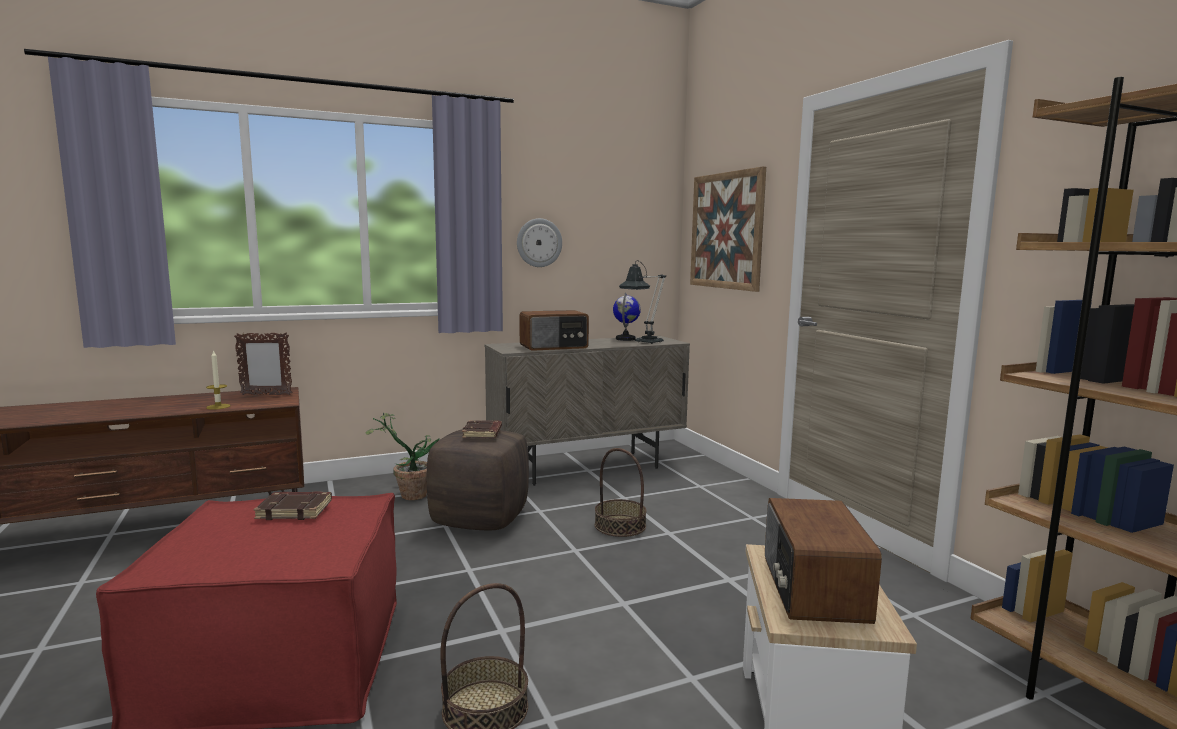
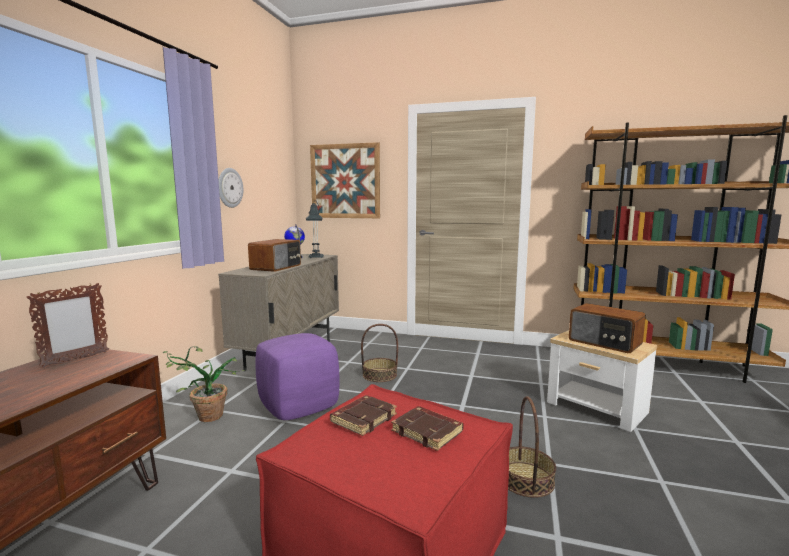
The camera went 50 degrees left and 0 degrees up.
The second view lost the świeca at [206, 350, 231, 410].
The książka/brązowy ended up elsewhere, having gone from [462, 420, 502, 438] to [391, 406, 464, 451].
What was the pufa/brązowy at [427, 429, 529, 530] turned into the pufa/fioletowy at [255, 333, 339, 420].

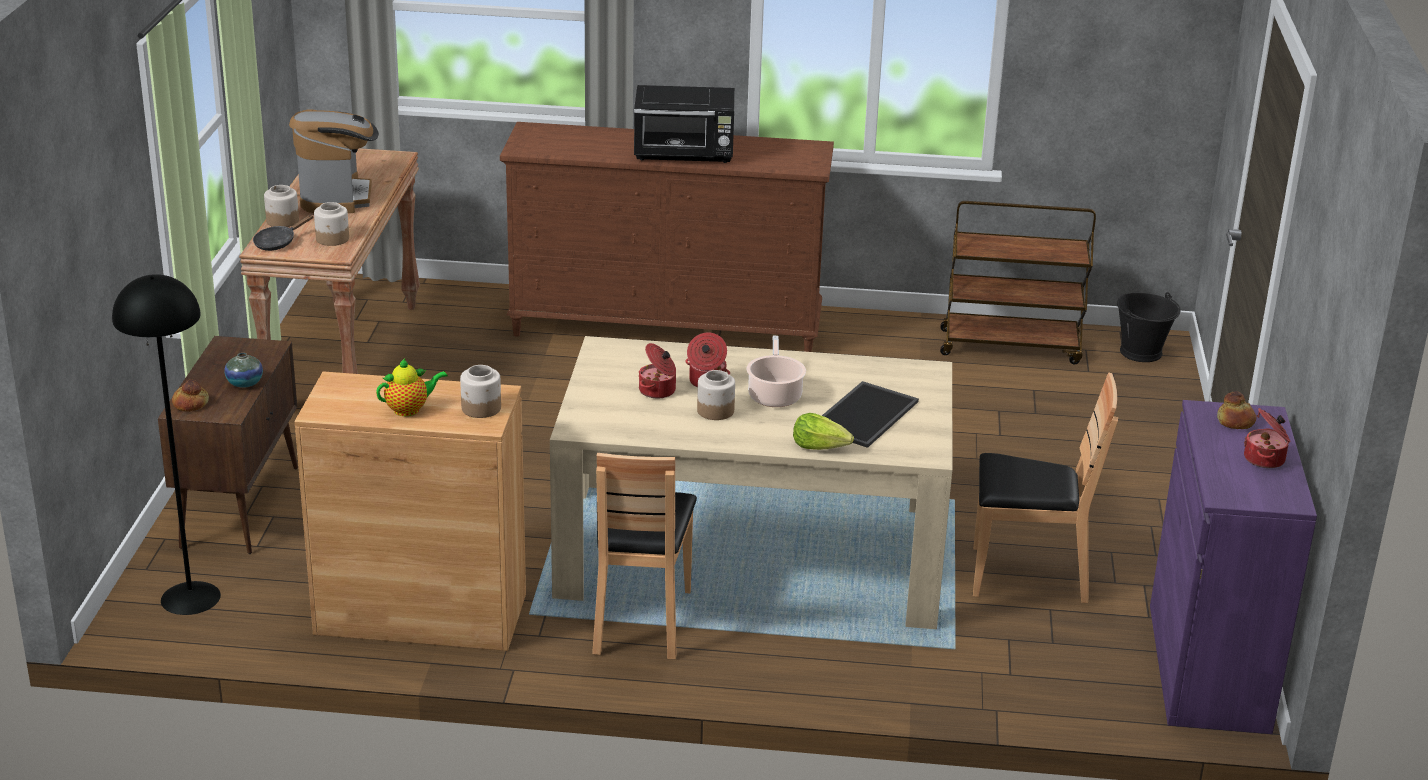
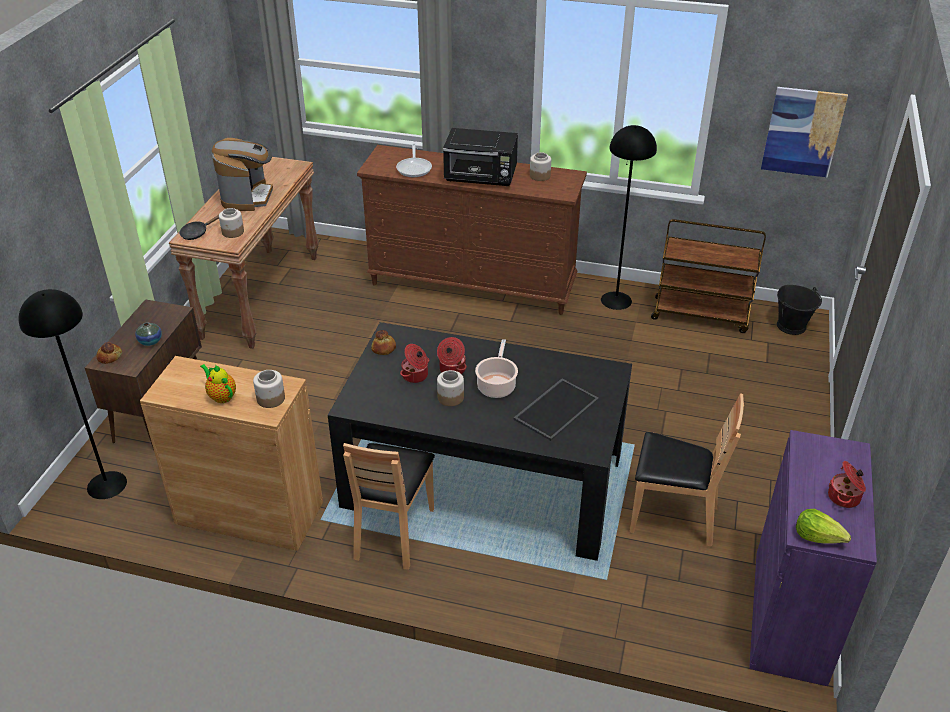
The camera went 10 degrees right and 10 degrees up.
The second view gained the patelnia at [396, 143, 432, 177].
The second view gained the lampa stojąca/czarny at [601, 125, 657, 310].
The second view gained the obraz at [761, 87, 848, 178].
The słoik ended up elsewhere, having gone from [264, 185, 299, 227] to [530, 152, 551, 181].
The sałata ended up elsewhere, having gone from [793, 413, 854, 450] to [796, 509, 851, 544].
The chleb ended up elsewhere, having gone from [1217, 391, 1256, 429] to [371, 330, 396, 355].
What was the stół jadalny/beżowy at [550, 336, 952, 629] turned into the stół jadalny/czarny at [328, 322, 632, 561].
The imbryk at [376, 358, 448, 416] ended up facing another way, 120 degrees counterclockwise from before.

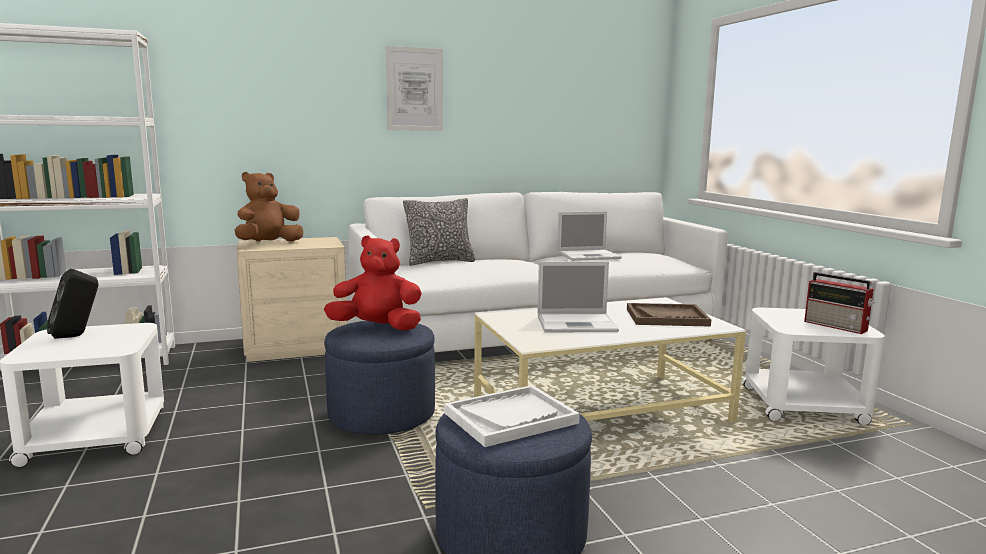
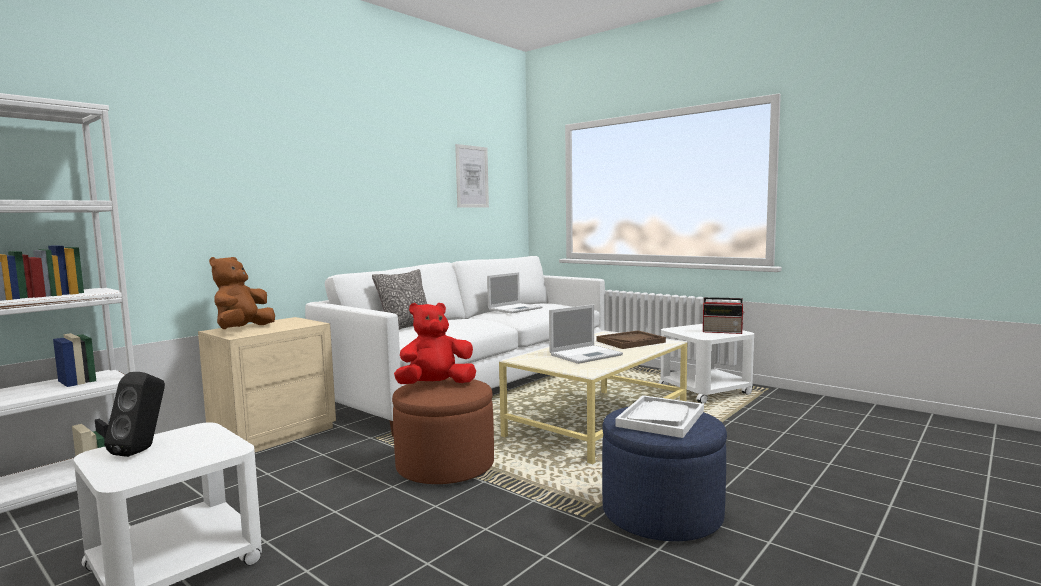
The camera went 30 degrees left and 5 degrees down.
The obraz ended up elsewhere, having gone from [386, 46, 443, 131] to [455, 144, 489, 208].
What was the pufa/niebieski at [324, 321, 435, 434] turned into the pufa/brązowy at [392, 377, 494, 484].

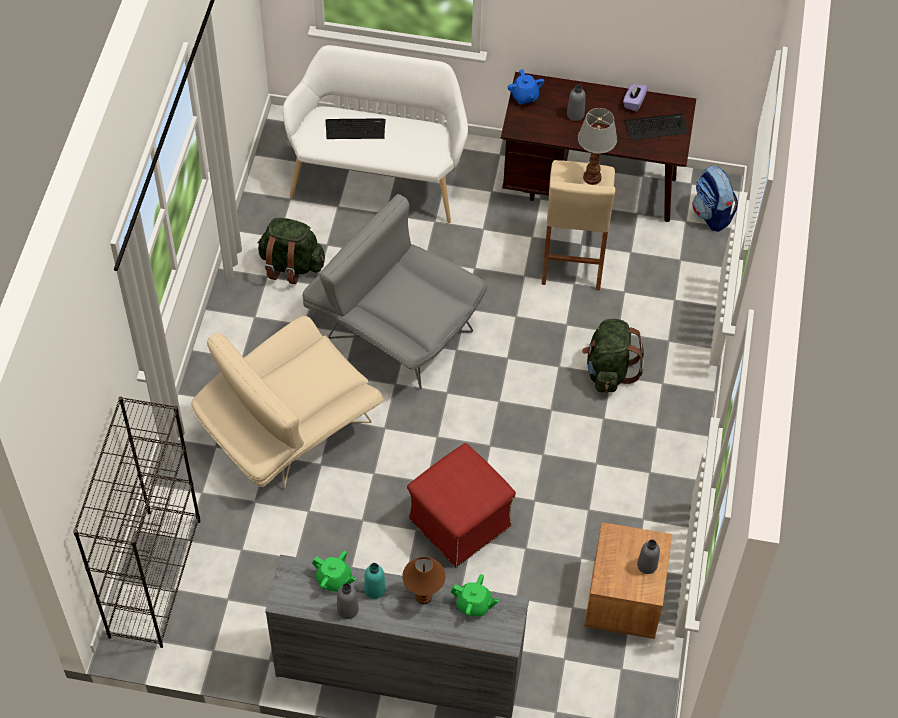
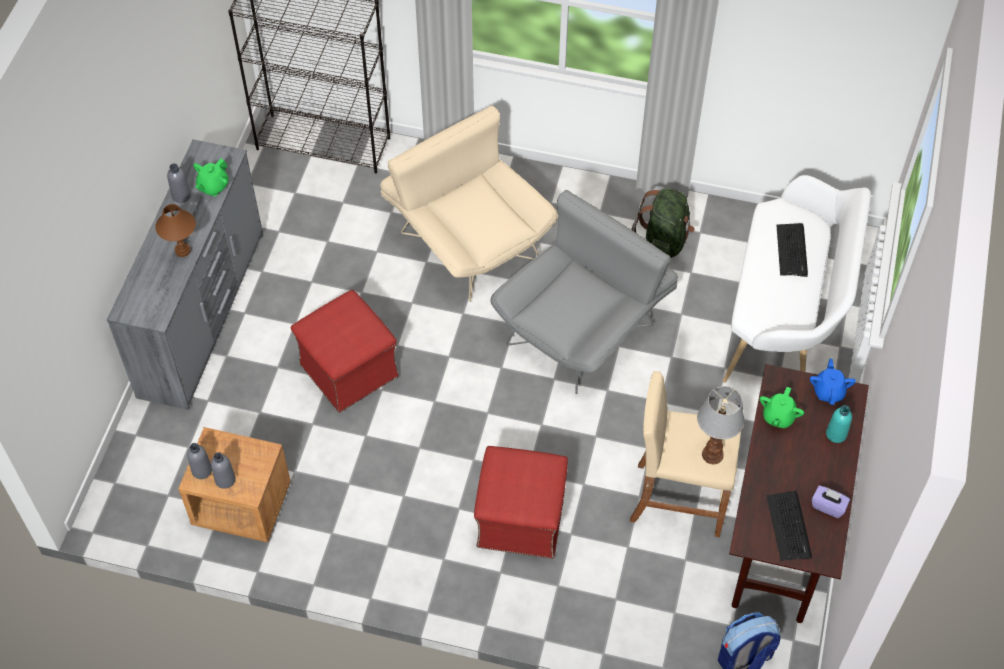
The camera went 95 degrees right and 0 degrees up.
The butelka/turkusowy ended up elsewhere, having gone from [364, 563, 386, 599] to [826, 405, 852, 443].
The imbryk/zielony ended up elsewhere, having gone from [451, 574, 499, 617] to [760, 387, 804, 428].
The butelka/szary ended up elsewhere, having gone from [567, 84, 586, 121] to [187, 443, 212, 479].
Where the plecak/zielony stood at [582, 319, 644, 393], the pufa/czerwony came to stand at [474, 446, 568, 558].
The imbryk/niebieski at [508, 69, 544, 104] ended up facing another way, 105 degrees clockwise from before.

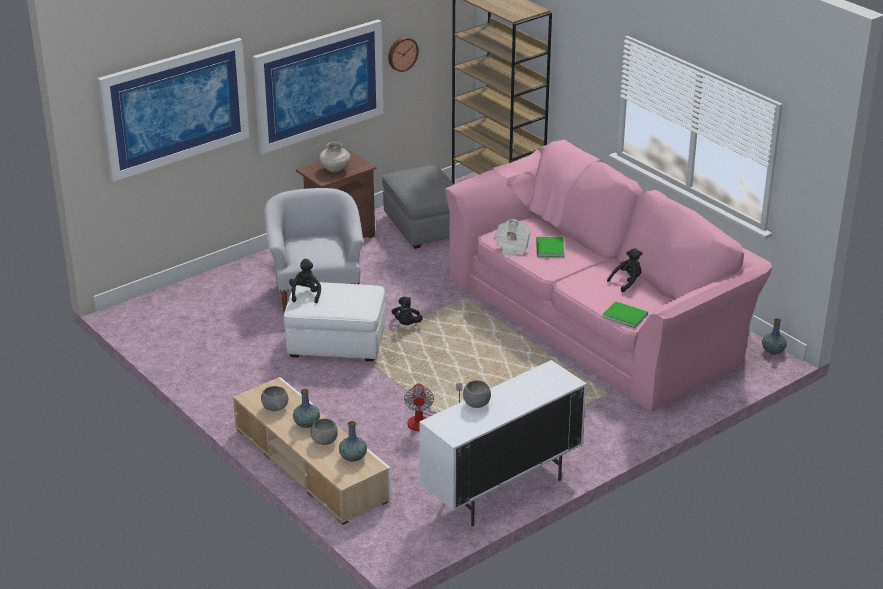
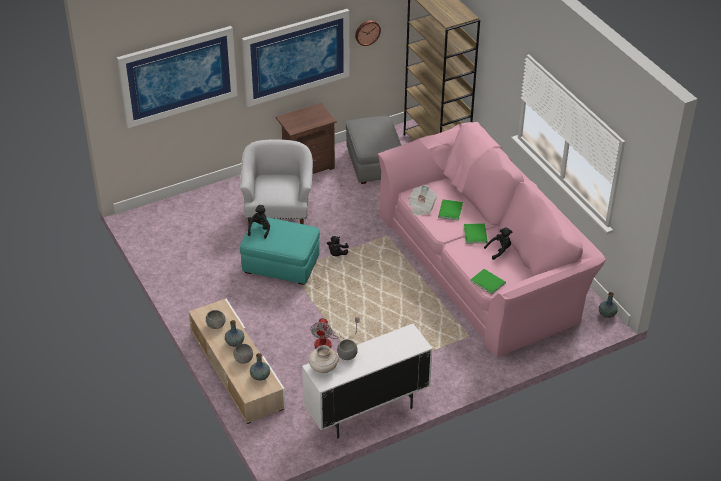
The camera went 10 degrees right and 10 degrees up.
The second view gained the książka/zielony at [464, 223, 488, 244].
The wazon/beżowy ended up elsewhere, having gone from [319, 141, 350, 172] to [309, 345, 338, 373].
What was the pufa/biały at [284, 282, 385, 362] turned into the pufa/turkusowy at [240, 217, 320, 285].

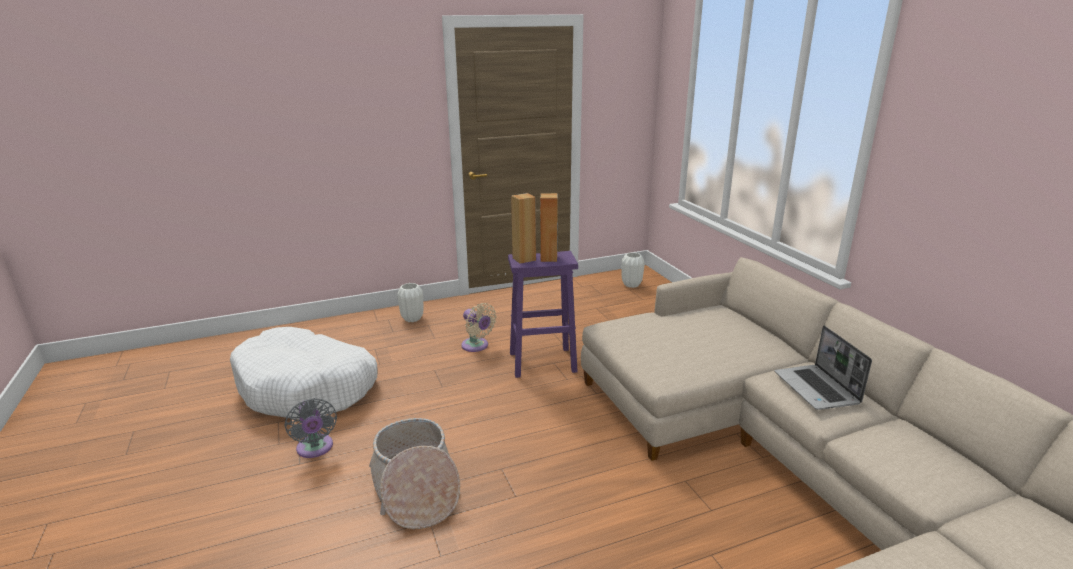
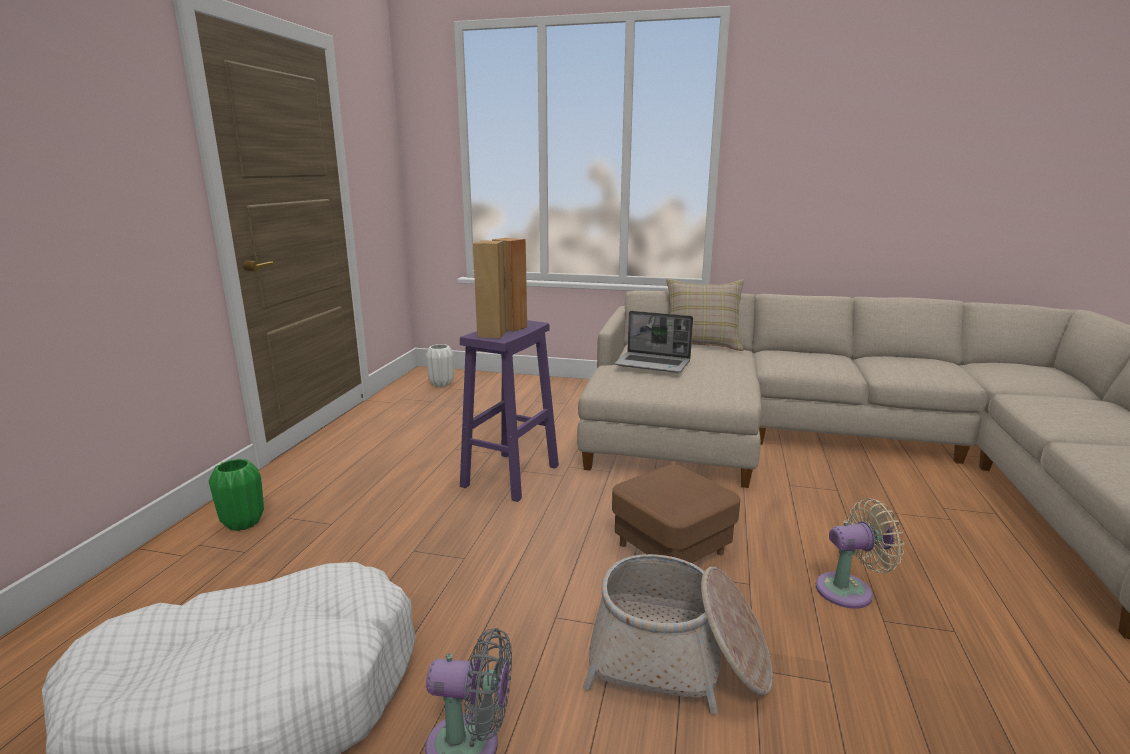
The camera went 55 degrees left and 5 degrees down.
The second view gained the pufa/brązowy at [612, 465, 740, 563].
The second view gained the poduszka/beżowy at [666, 278, 744, 351].
The wentylator/beżowy ended up elsewhere, having gone from [461, 303, 497, 352] to [816, 499, 904, 609].
The laptop ended up elsewhere, having gone from [774, 326, 872, 410] to [615, 311, 693, 373].
What was the wazon/biały at [397, 283, 423, 322] turned into the wazon/zielony at [209, 459, 264, 531].

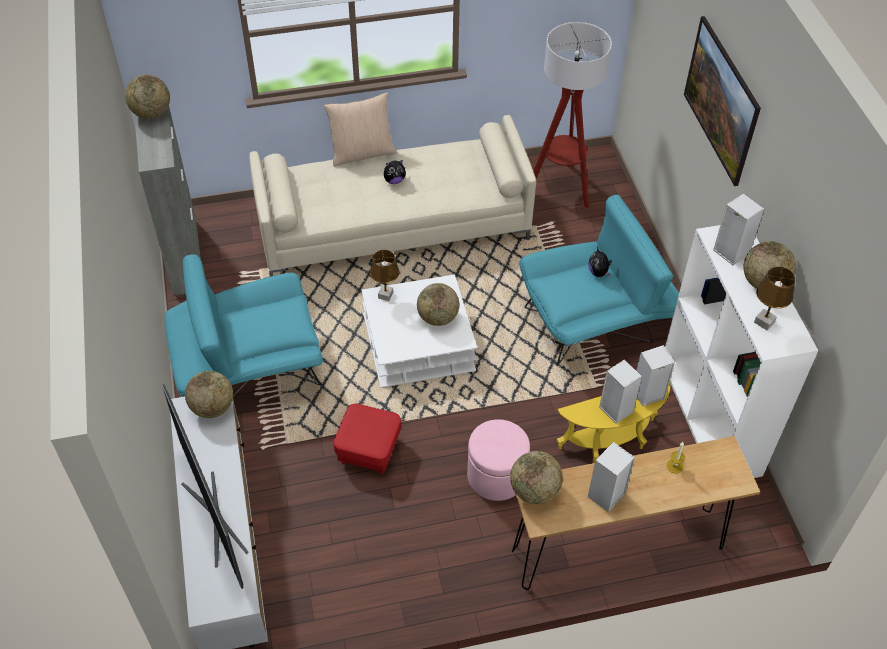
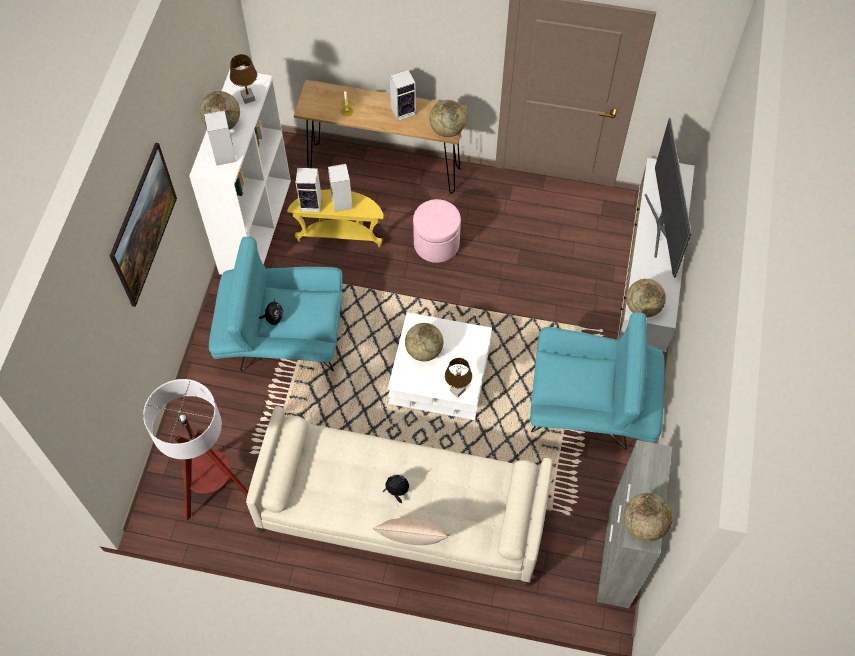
The camera went 155 degrees left and 10 degrees up.
The second view lost the pufa/czerwony at [333, 404, 401, 474].

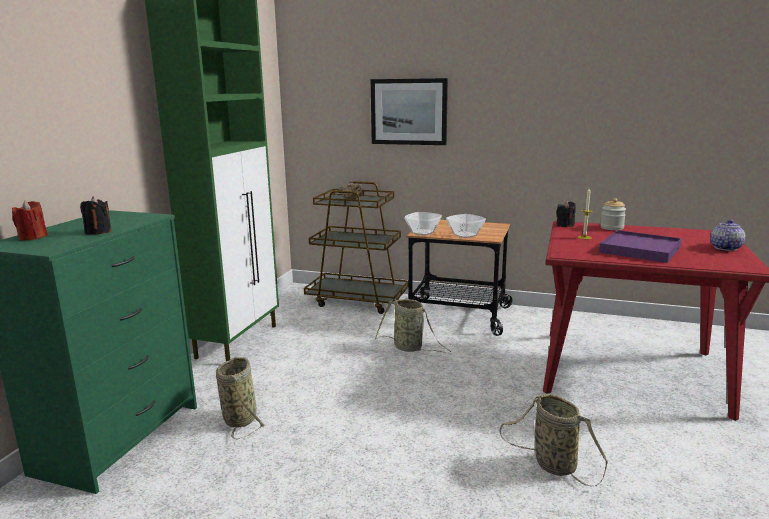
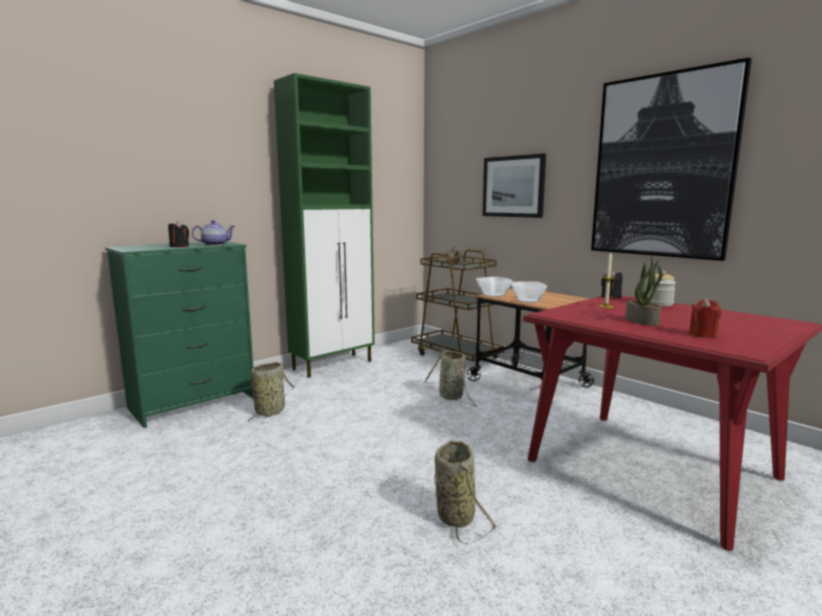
The camera went 30 degrees right and 5 degrees down.
The second view gained the obraz at [591, 57, 752, 261].
The świeca/czerwony ended up elsewhere, having gone from [12, 200, 47, 240] to [689, 298, 721, 338].
The imbryk ended up elsewhere, having gone from [710, 220, 746, 251] to [192, 220, 235, 246].
Where the taca/fioletowy stood at [599, 230, 682, 263], the roślina doniczkowa came to stand at [625, 256, 663, 326].

